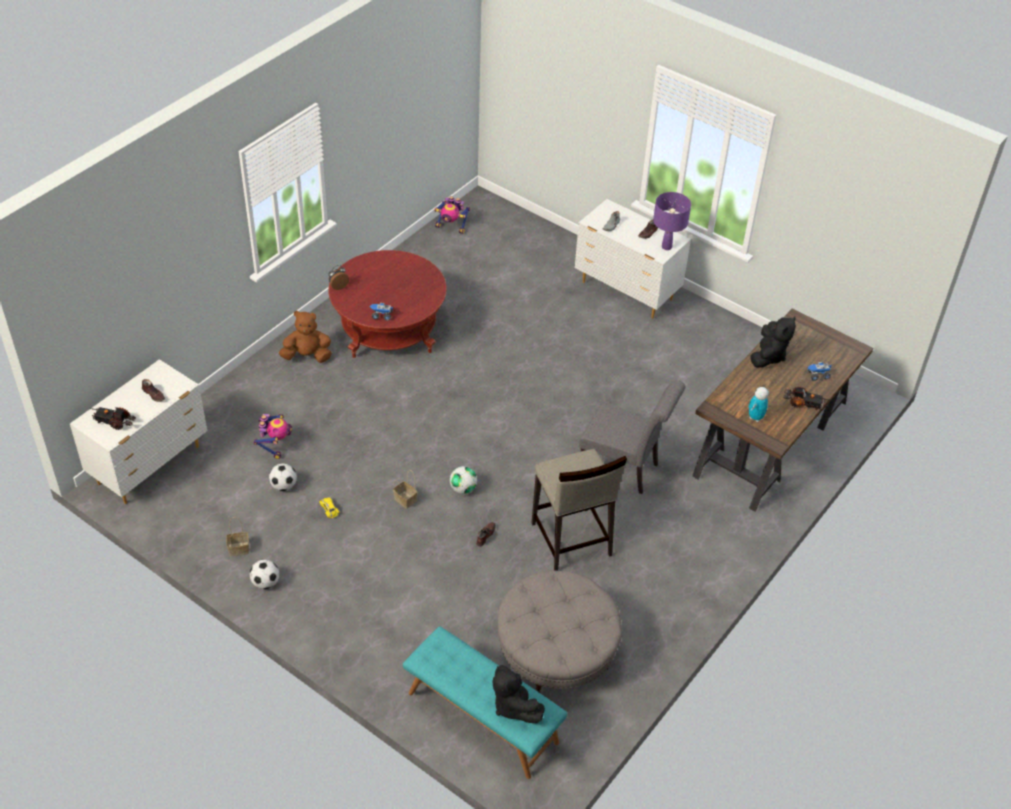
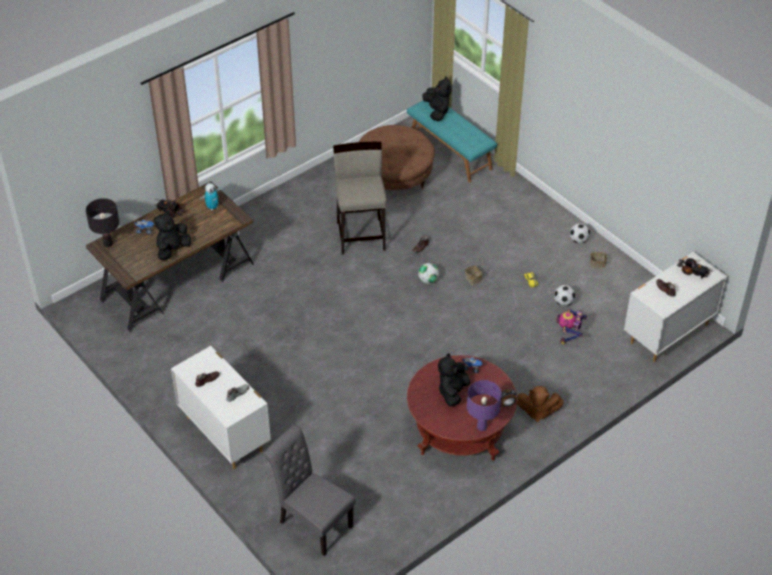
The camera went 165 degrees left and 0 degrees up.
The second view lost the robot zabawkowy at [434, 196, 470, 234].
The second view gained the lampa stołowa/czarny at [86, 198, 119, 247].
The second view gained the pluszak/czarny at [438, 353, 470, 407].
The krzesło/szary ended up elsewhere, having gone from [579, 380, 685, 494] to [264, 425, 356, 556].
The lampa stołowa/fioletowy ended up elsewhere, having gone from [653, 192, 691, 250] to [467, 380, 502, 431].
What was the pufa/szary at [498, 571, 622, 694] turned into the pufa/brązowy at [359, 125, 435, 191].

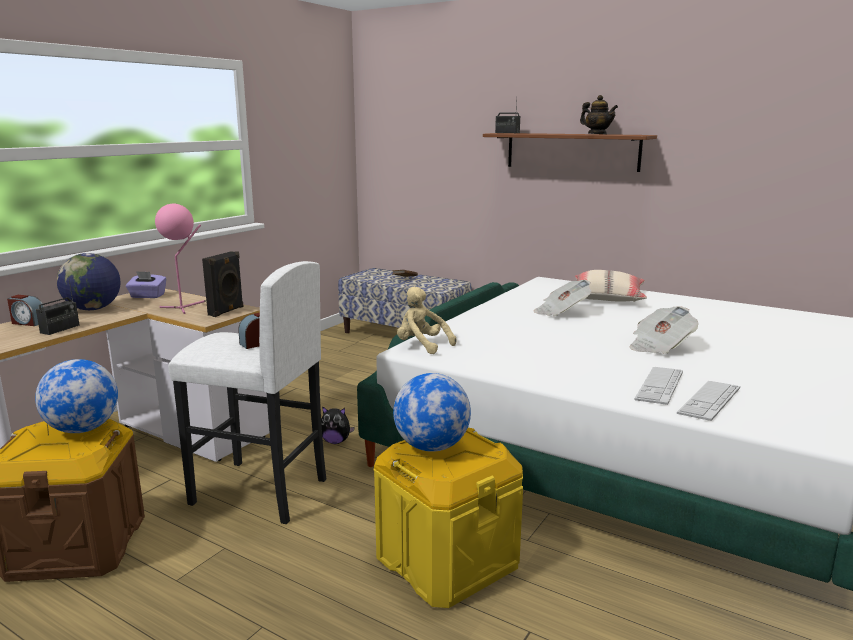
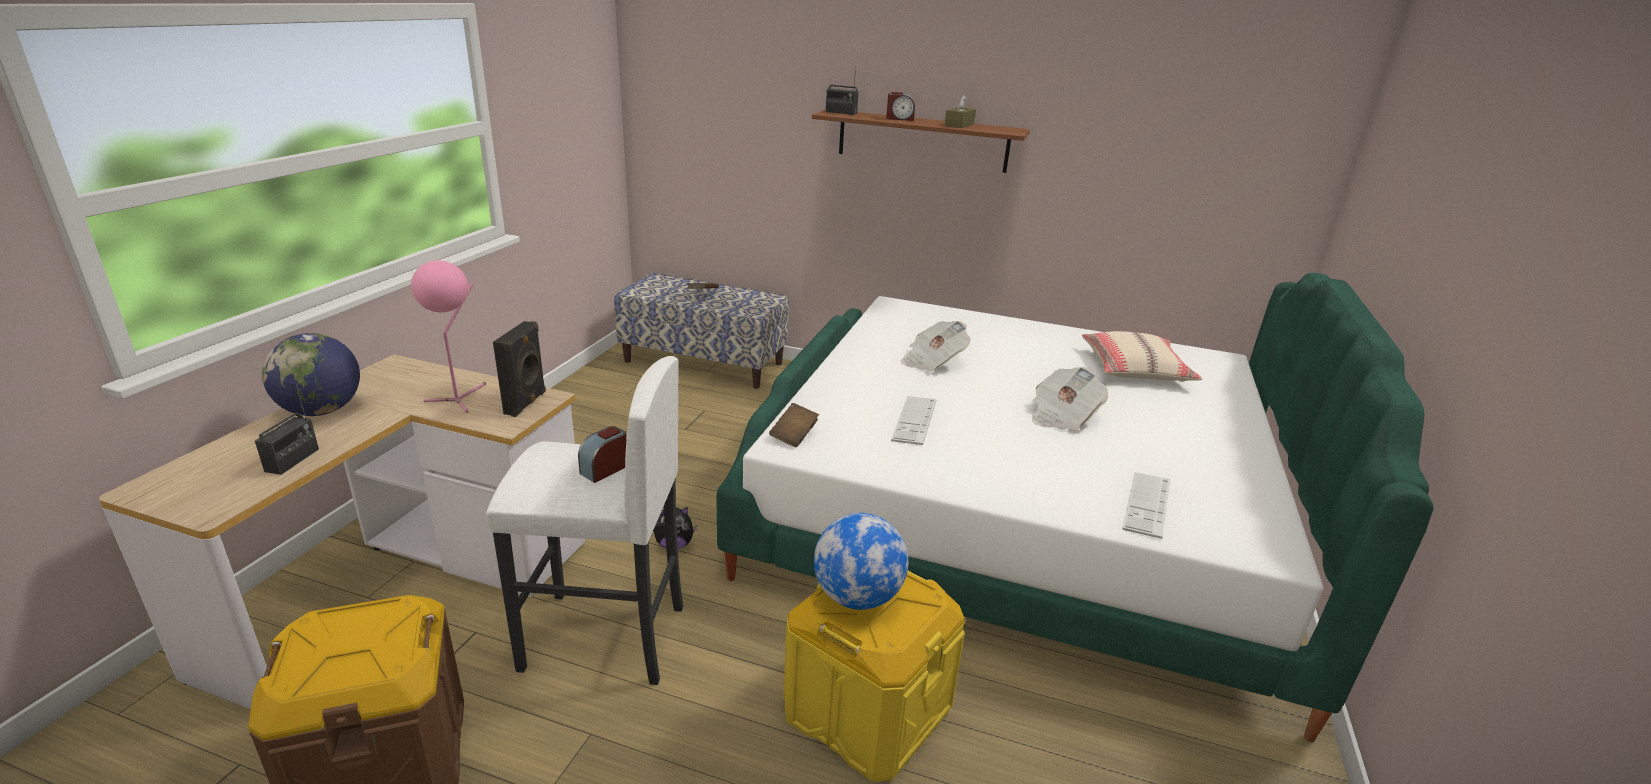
The camera went 15 degrees left and 10 degrees up.
The second view lost the globus at [35, 359, 118, 433].
The second view lost the pudełko chusteczek/fioletowy at [126, 271, 166, 298].
The budzik ended up elsewhere, having gone from [7, 295, 44, 326] to [886, 92, 915, 121].
The poduszka/beżowy ended up elsewhere, having gone from [575, 270, 647, 302] to [1082, 331, 1202, 382].
The klawiatura ended up elsewhere, having gone from [634, 367, 683, 405] to [891, 396, 936, 445].
Where the pluszak/beżowy stood at [397, 287, 457, 354], the książka/brązowy came to stand at [769, 403, 819, 447].
Where the imbryk stood at [580, 95, 618, 134], the pudełko chusteczek/brązowy came to stand at [945, 94, 976, 128].

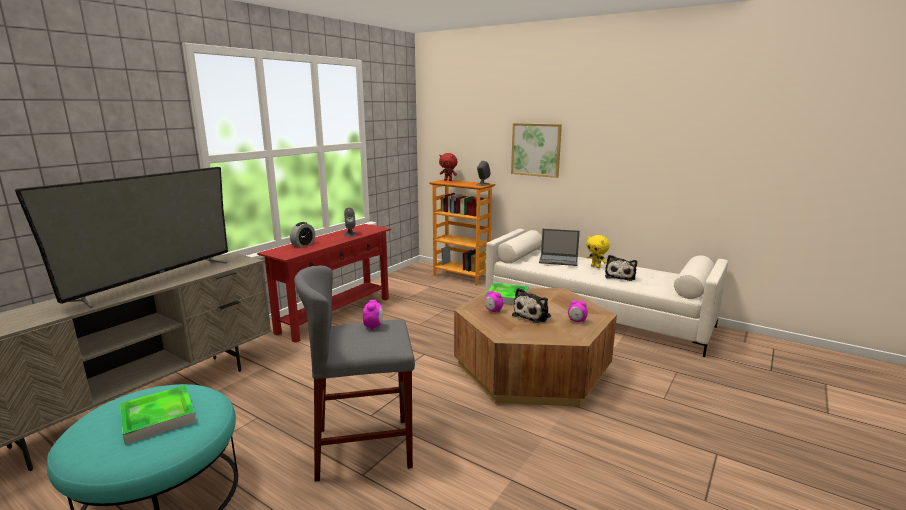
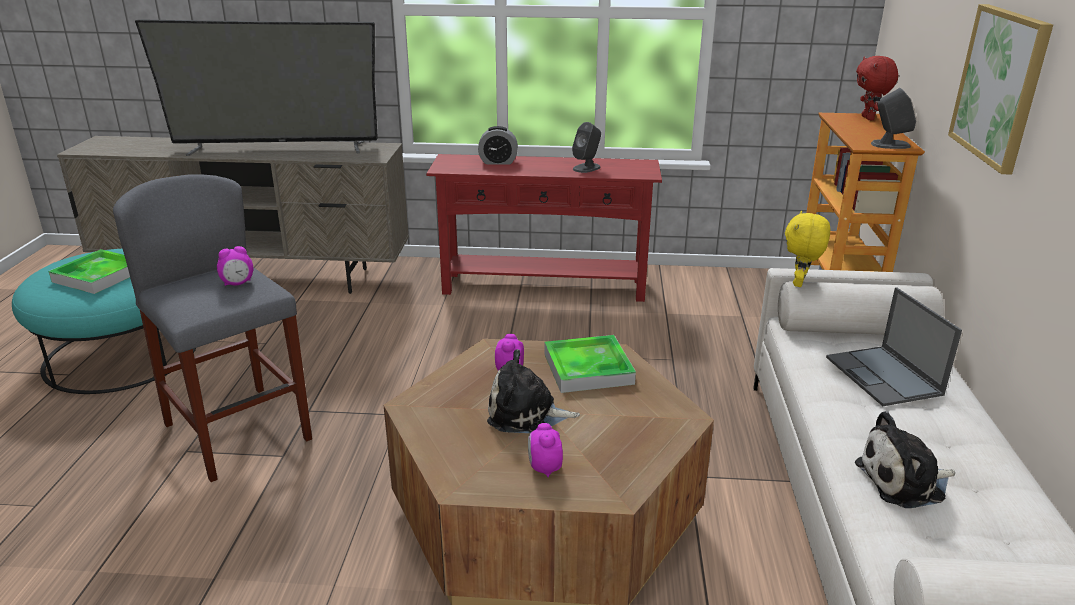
The camera went 60 degrees right and 10 degrees up.
The pluszak/żółty ended up elsewhere, having gone from [586, 235, 610, 268] to [785, 211, 830, 287].

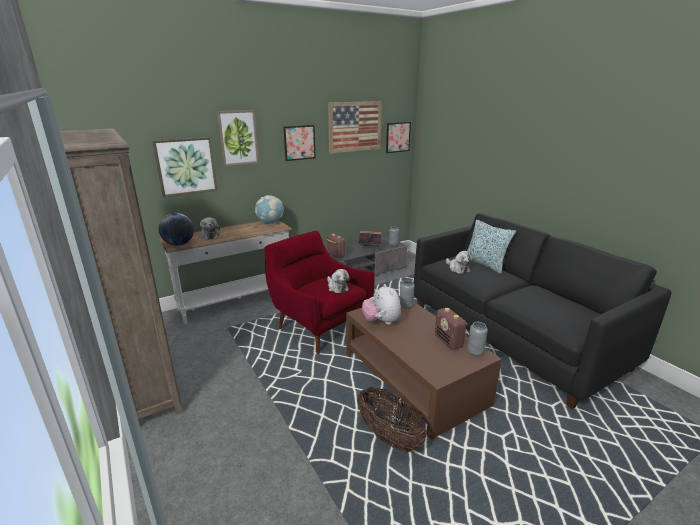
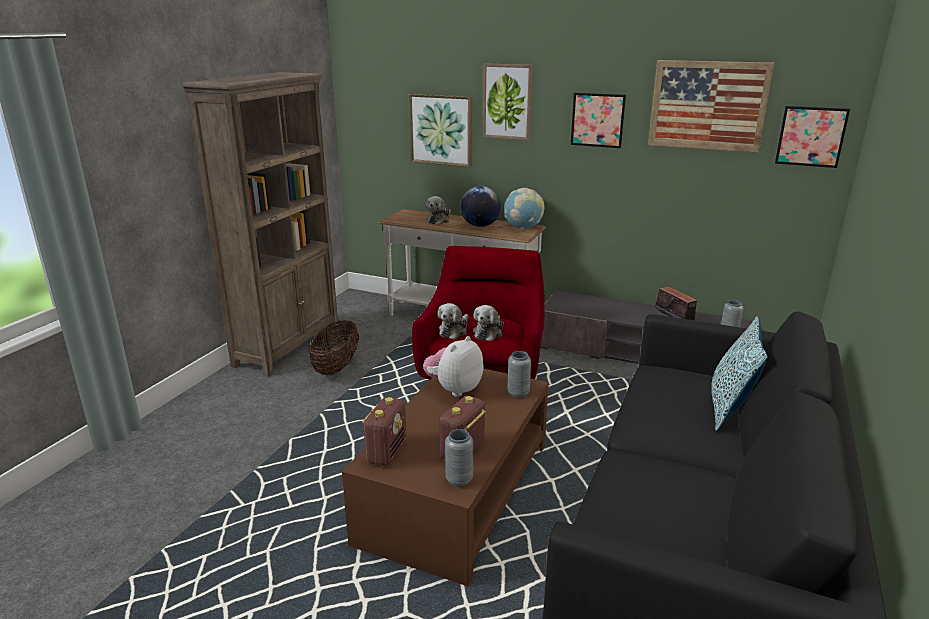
The camera went 55 degrees right and 0 degrees up.
The globus ended up elsewhere, having gone from [159, 213, 194, 246] to [460, 186, 501, 227].
The radio ended up elsewhere, having gone from [327, 234, 345, 258] to [362, 397, 407, 466].
The koszyk ended up elsewhere, having gone from [357, 387, 427, 452] to [309, 321, 359, 375].
The pluszak ended up elsewhere, having gone from [446, 251, 472, 274] to [438, 303, 468, 339].

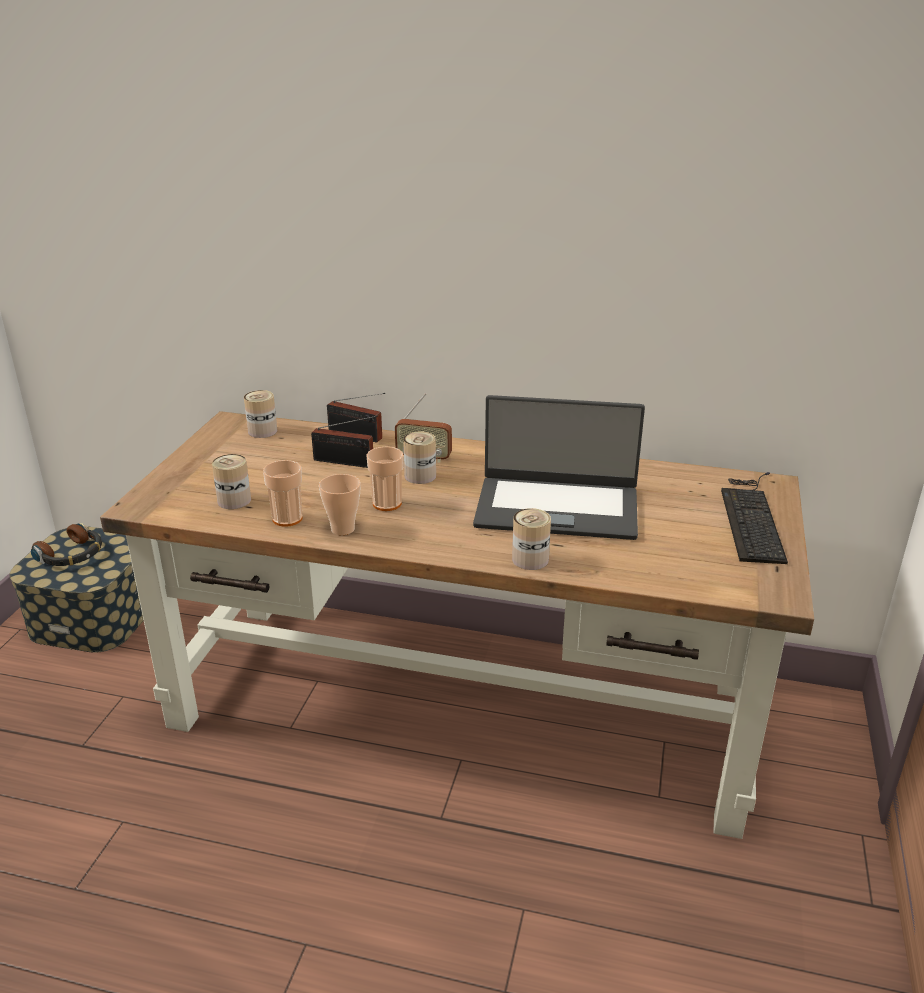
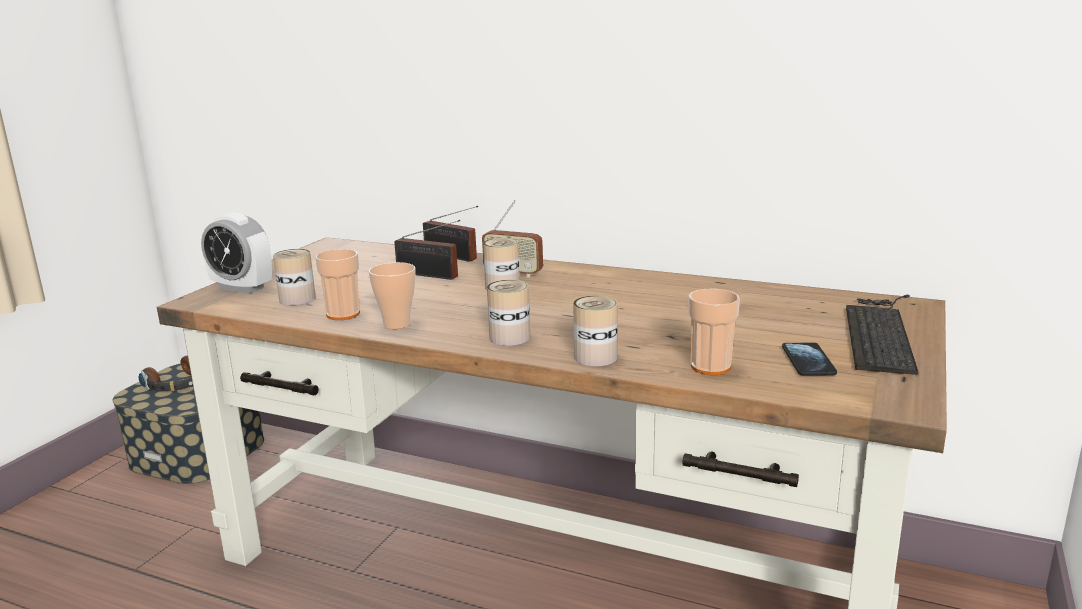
The camera went 10 degrees right and 10 degrees down.
The second view lost the laptop at [473, 395, 645, 540].
The second view gained the budzik at [201, 212, 272, 294].
The second view gained the telefon at [782, 342, 837, 376].
The puszka ended up elsewhere, having gone from [244, 390, 277, 438] to [487, 280, 530, 346].
The filiżanka ended up elsewhere, having gone from [366, 446, 404, 511] to [688, 289, 740, 375].

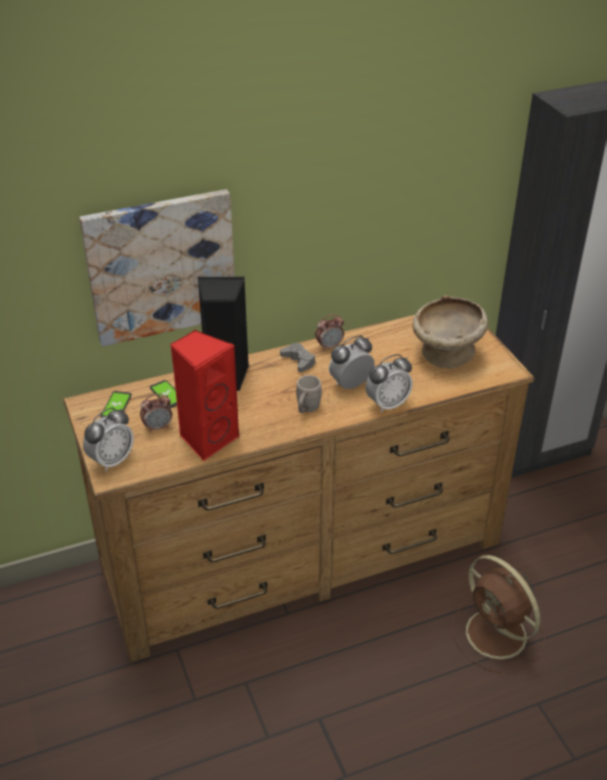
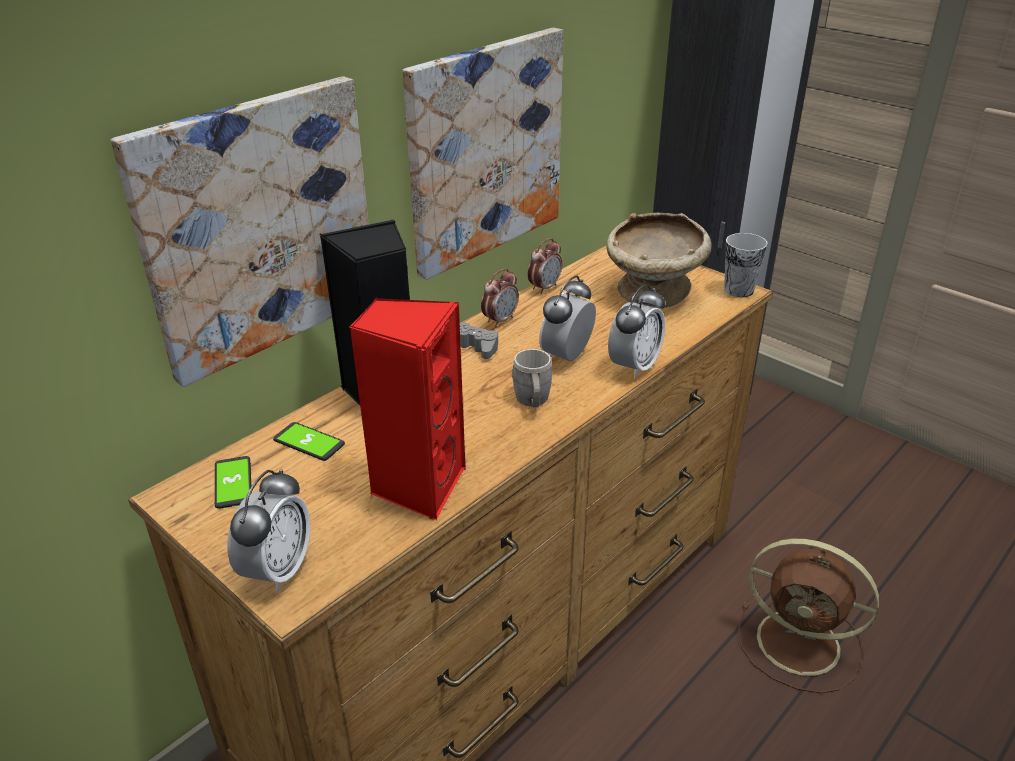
The camera went 25 degrees left and 5 degrees down.
The second view gained the obraz at [403, 28, 563, 280].
The second view gained the filiżanka at [724, 233, 768, 297].
The budzik ended up elsewhere, having gone from [140, 394, 172, 433] to [528, 238, 562, 294].

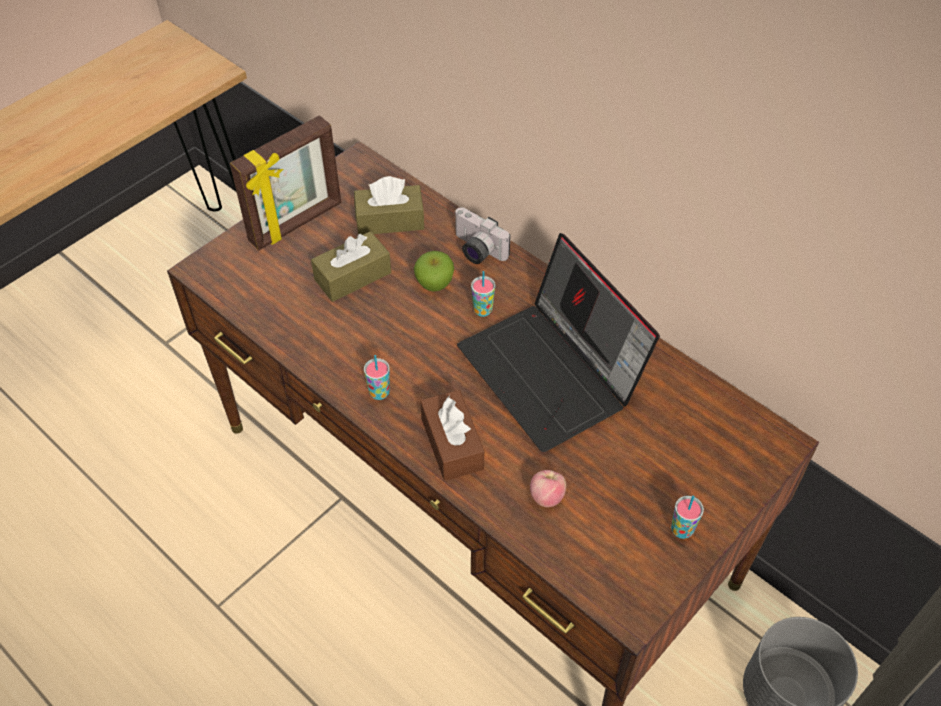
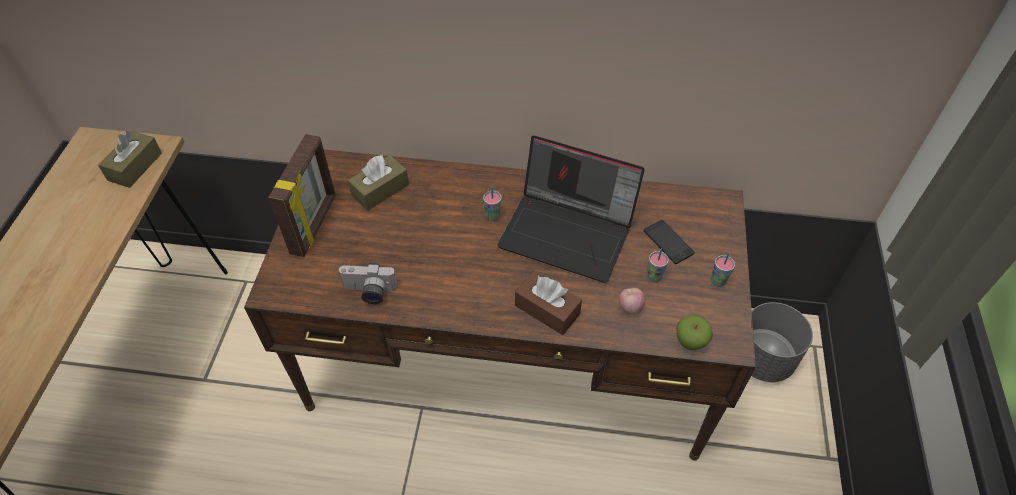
The camera went 35 degrees left and 0 degrees up.
The second view gained the telefon at [643, 220, 695, 264].
The pudełko chusteczek/brązowy ended up elsewhere, having gone from [311, 231, 391, 302] to [98, 131, 162, 188].
The filiżanka ended up elsewhere, having gone from [364, 355, 390, 400] to [647, 248, 669, 283].
The jabłko ended up elsewhere, having gone from [414, 251, 454, 292] to [676, 315, 713, 350].
The aparat fotograficzny ended up elsewhere, having gone from [455, 207, 510, 264] to [338, 263, 397, 304].

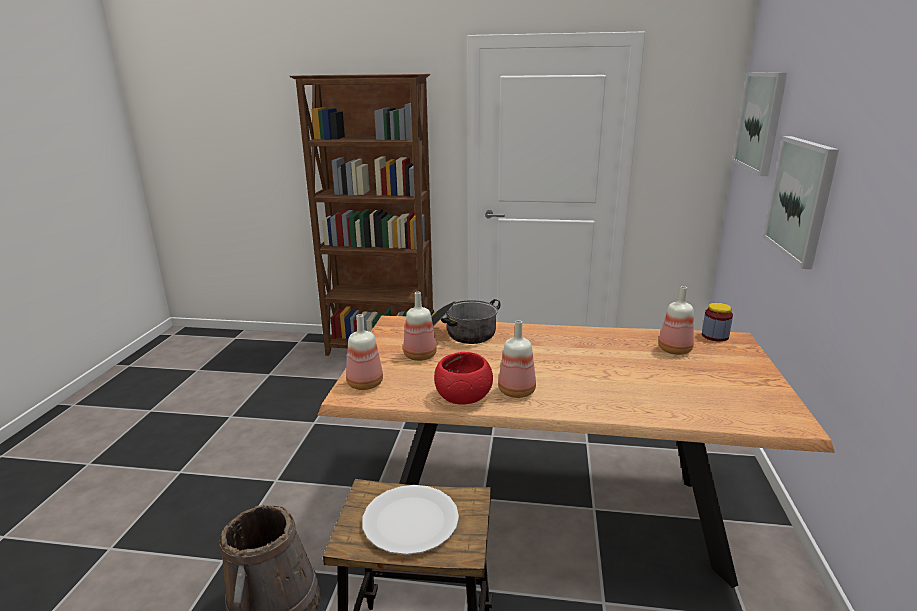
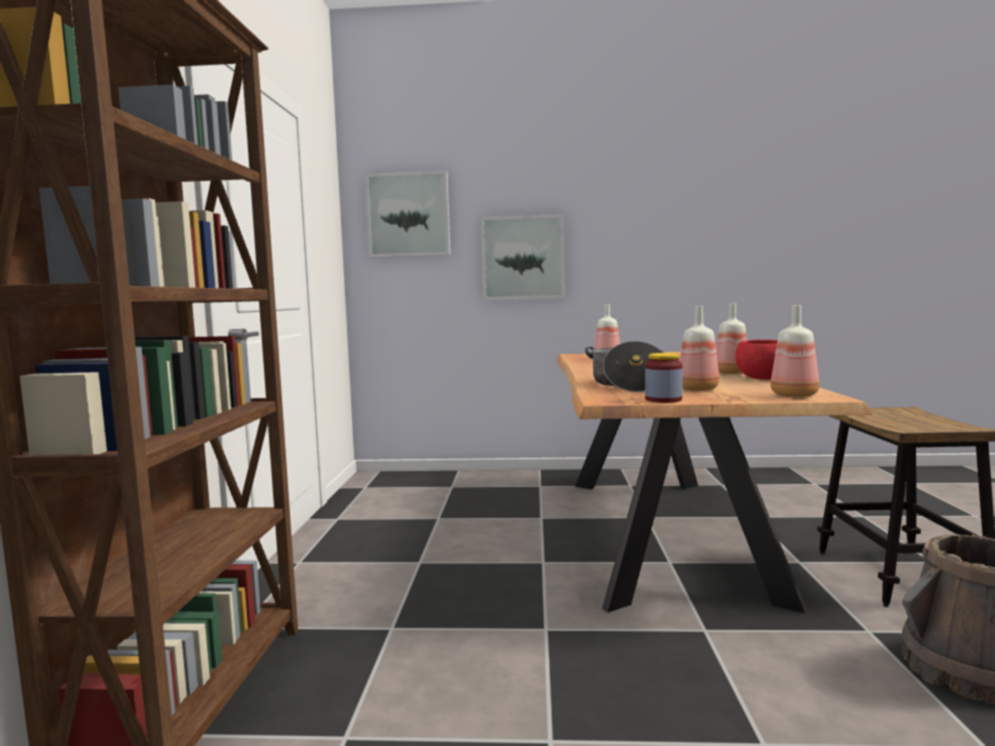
The camera went 95 degrees left and 15 degrees down.
The second view lost the talerz/biały at [362, 485, 459, 555].
The słoik ended up elsewhere, having gone from [702, 303, 733, 342] to [645, 353, 683, 403].

